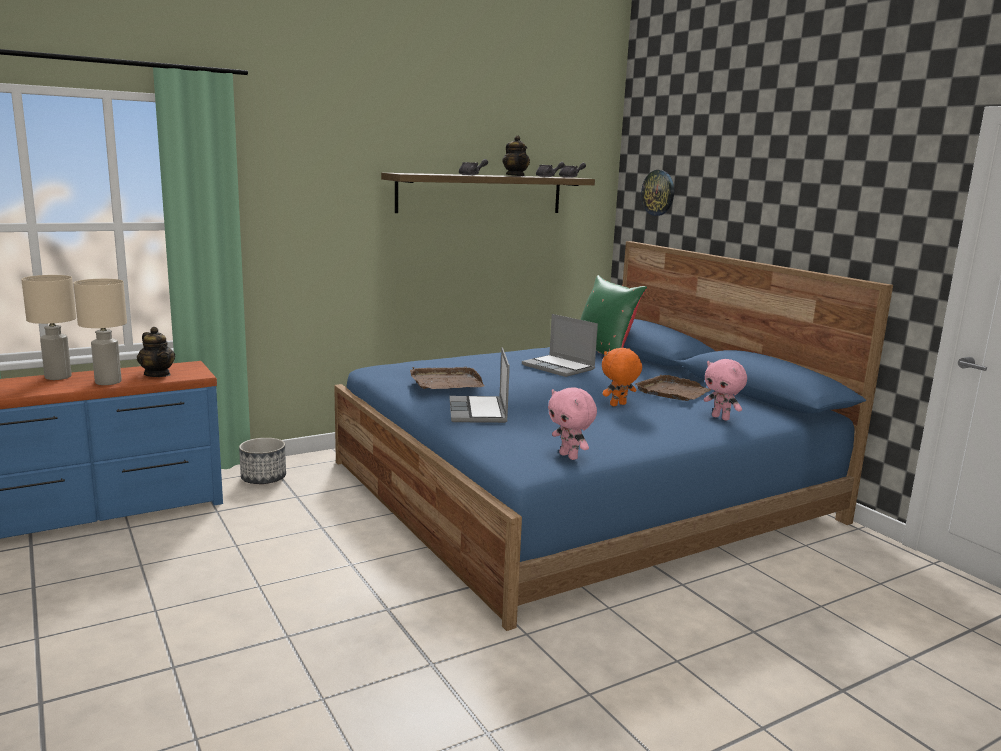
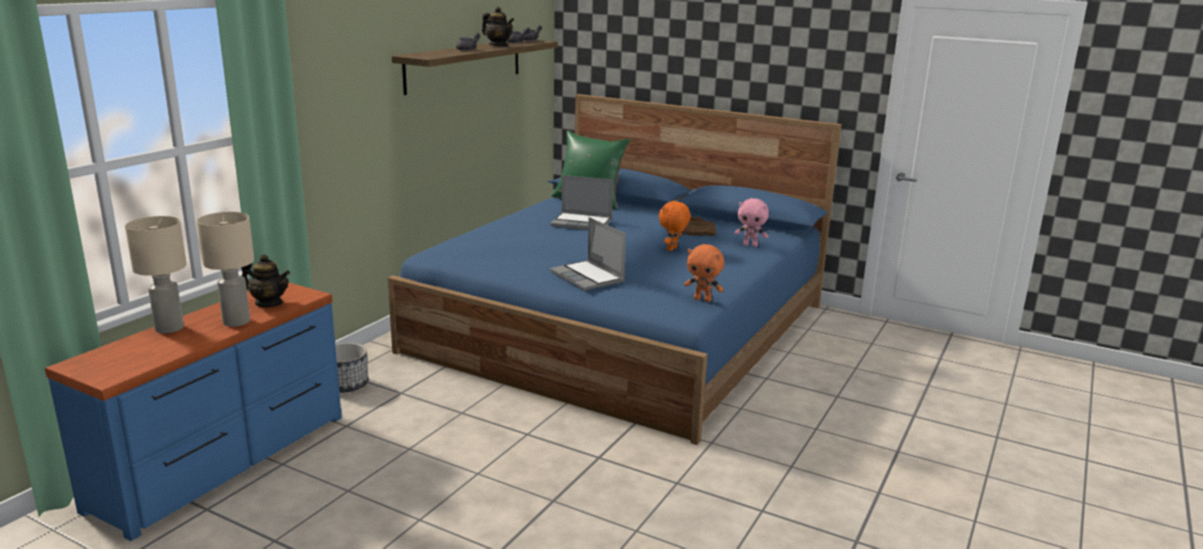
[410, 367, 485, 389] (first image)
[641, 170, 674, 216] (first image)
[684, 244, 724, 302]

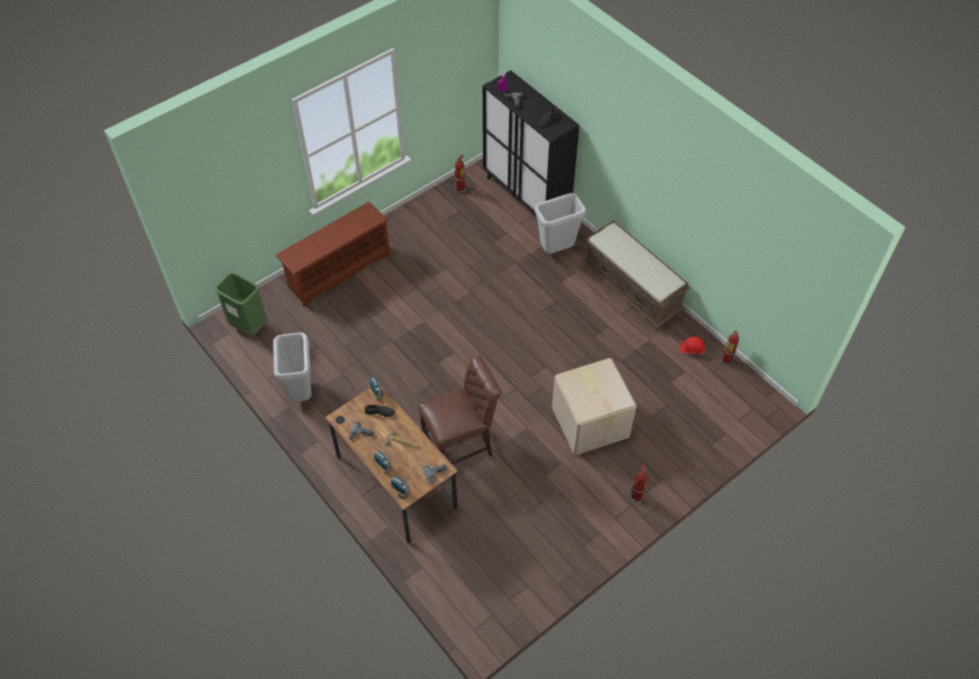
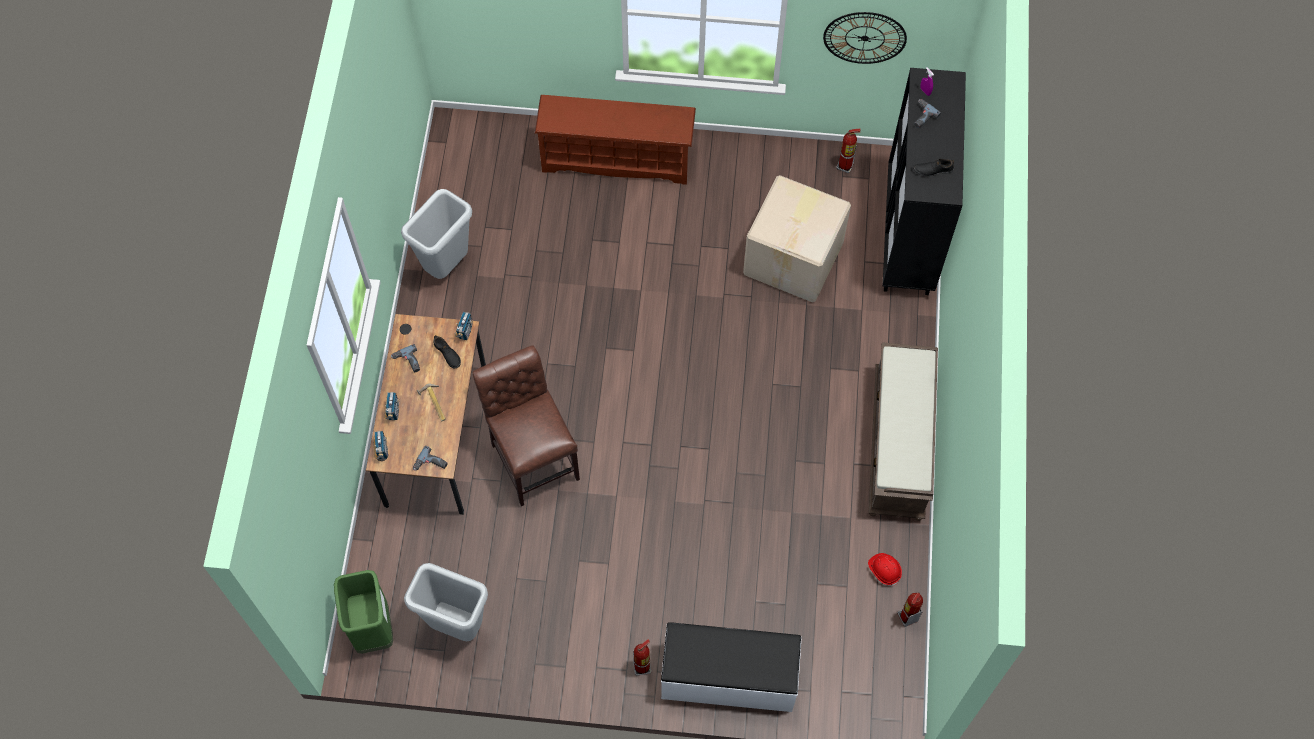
[661, 622, 802, 712]
[823, 12, 907, 64]
[334, 570, 393, 654]
[404, 563, 488, 641]
[743, 175, 851, 302]
[473, 345, 580, 506]

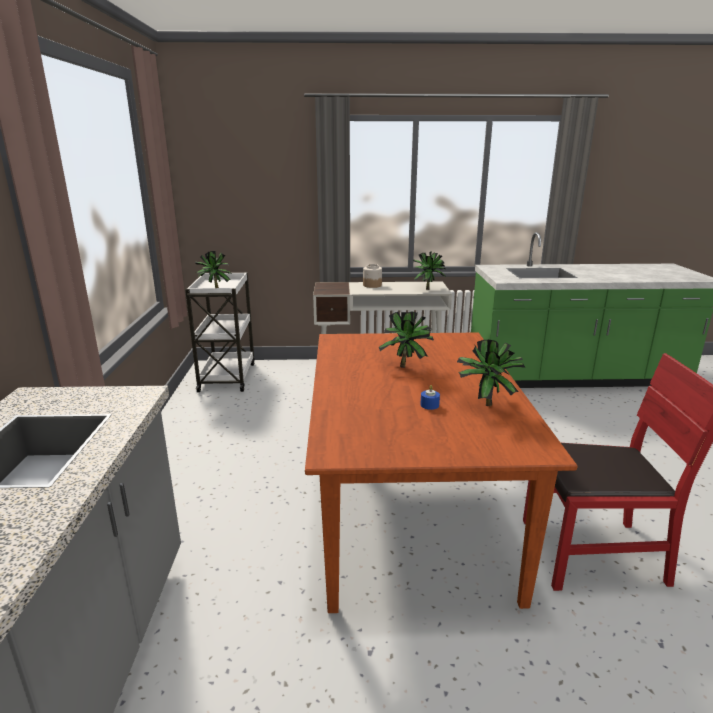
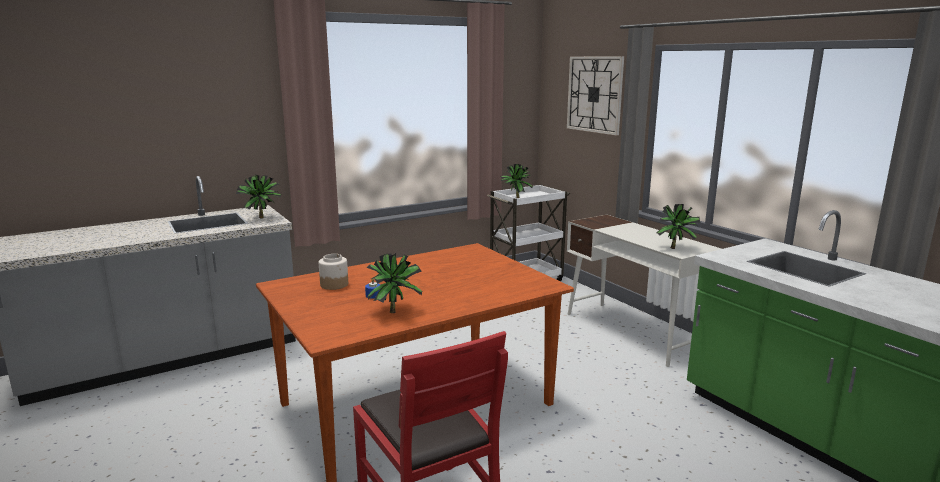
[567, 56, 624, 135]
[319, 254, 348, 290]
[236, 175, 281, 218]

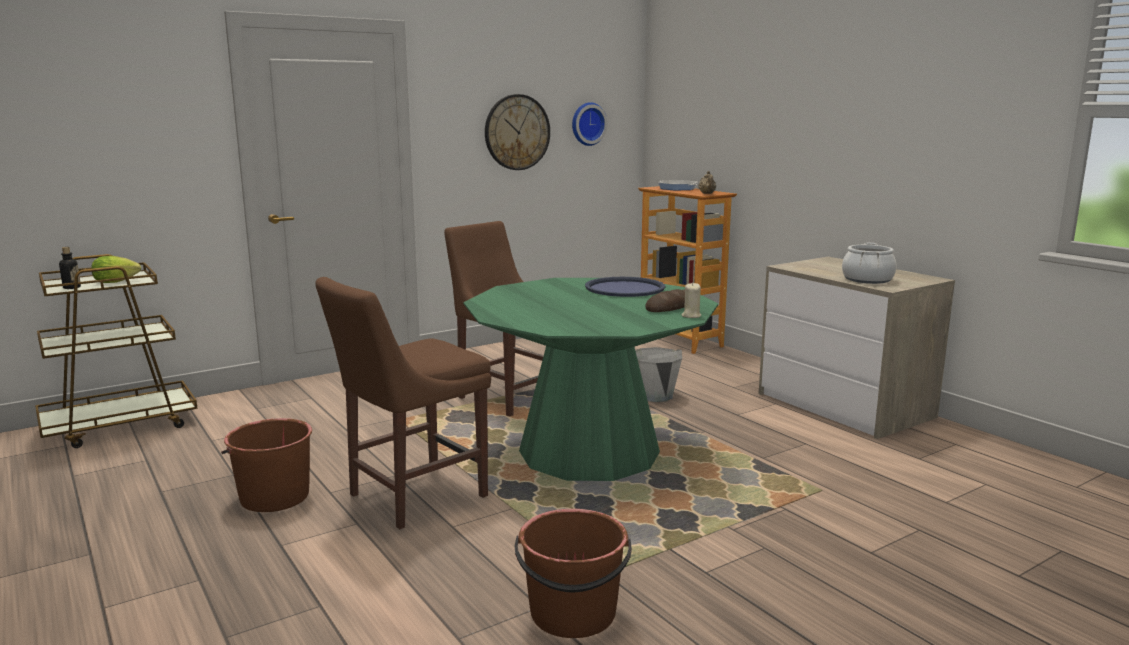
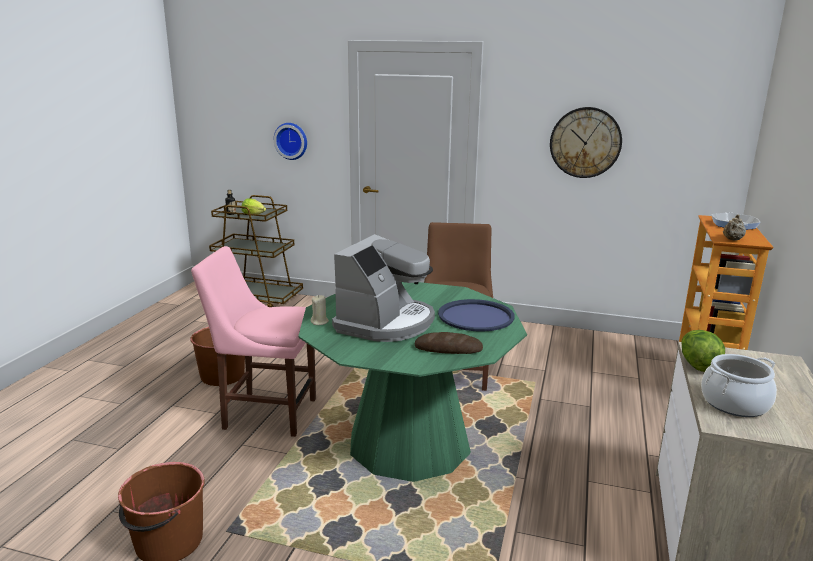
[635, 347, 682, 402] (first image)
[332, 234, 435, 342]
[681, 330, 725, 372]
[274, 123, 307, 160]
[311, 295, 329, 325]
[191, 246, 316, 437]

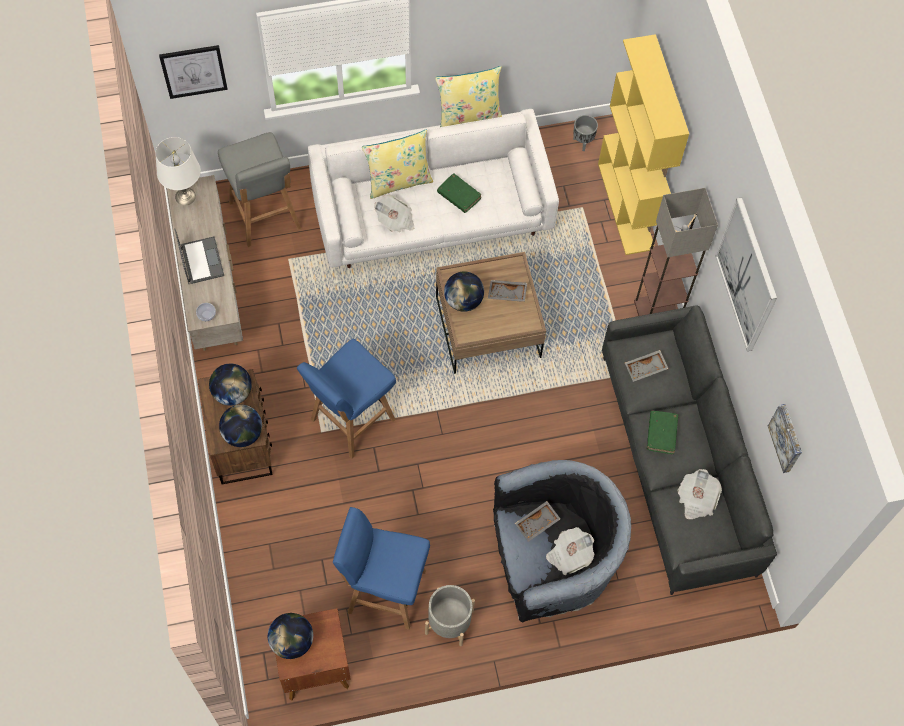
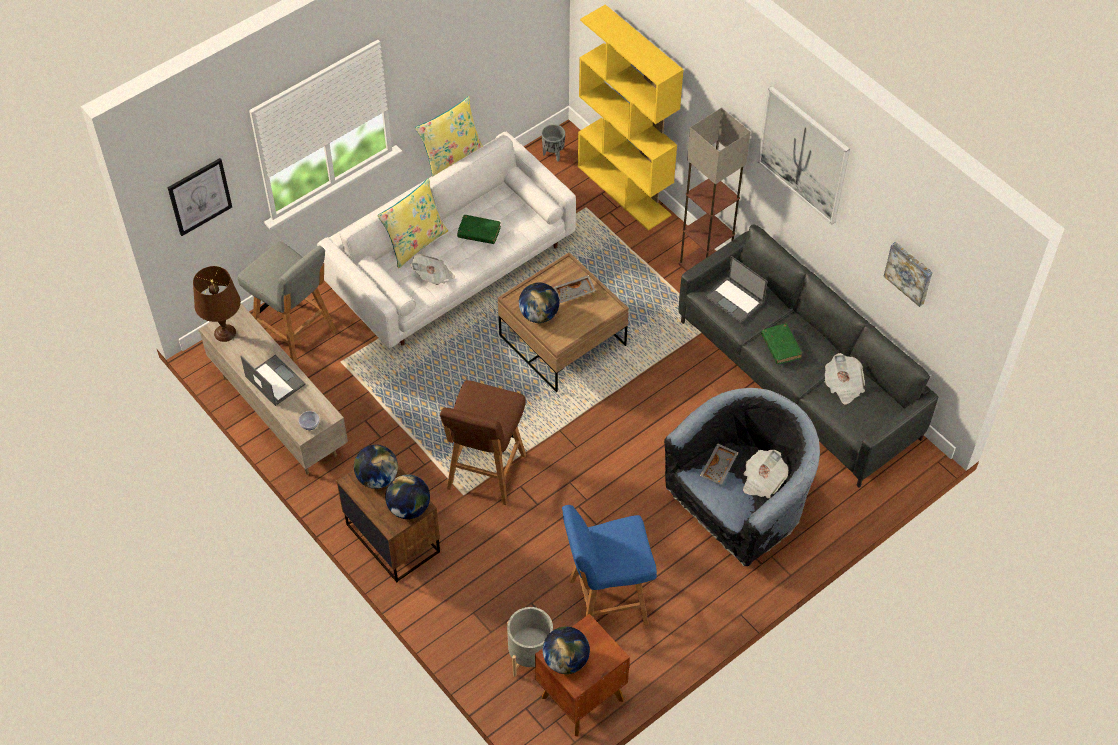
[507, 607, 553, 677]
[705, 256, 768, 324]
[193, 266, 241, 342]
[440, 380, 526, 505]

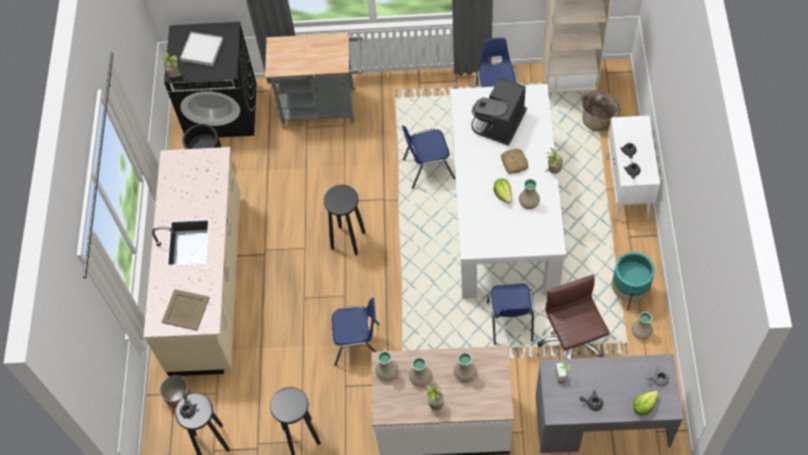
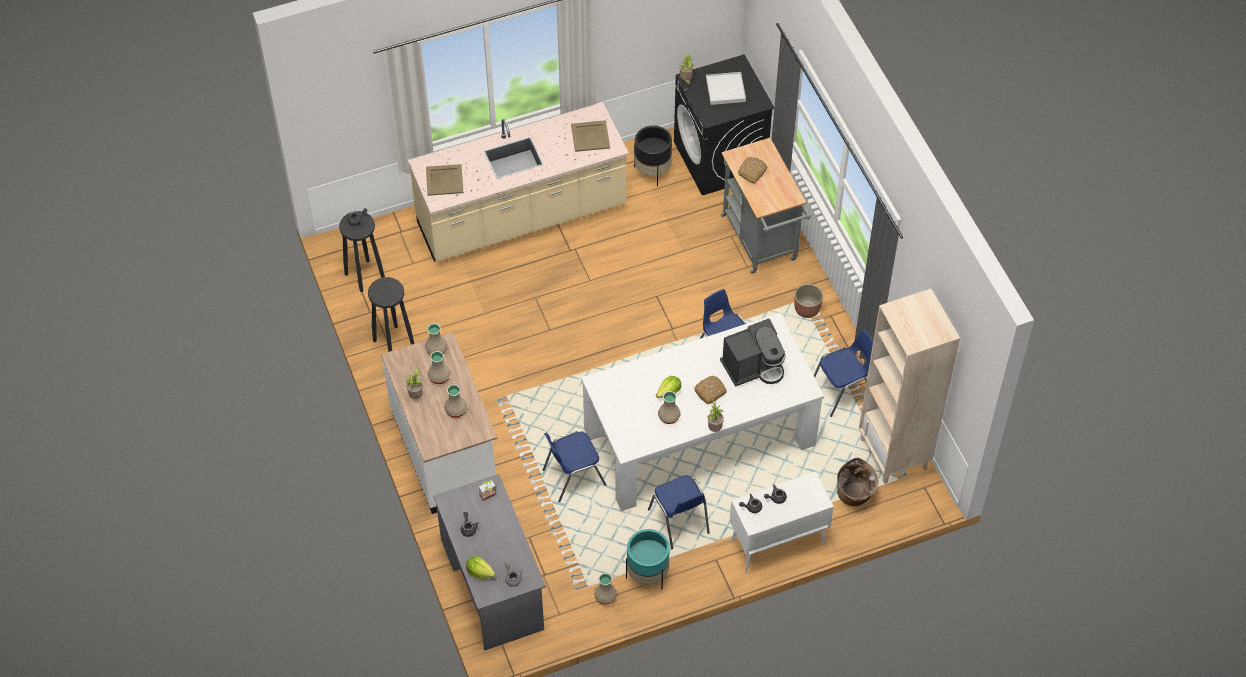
[324, 185, 366, 255] (first image)
[537, 275, 610, 359] (first image)
[571, 120, 610, 152]
[738, 157, 767, 183]
[794, 284, 823, 318]
[648, 475, 710, 549]
[720, 318, 786, 387]

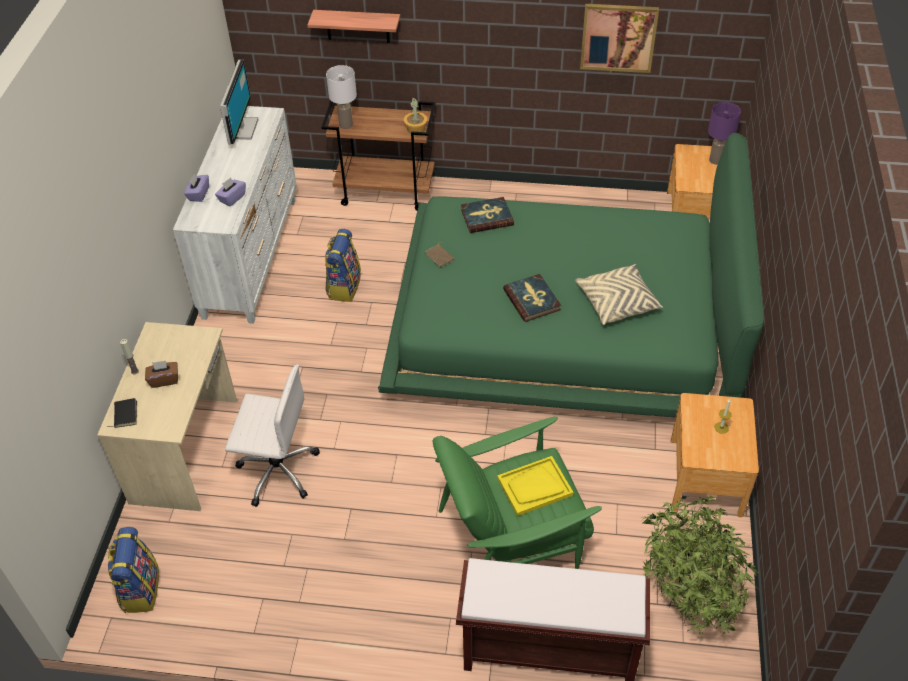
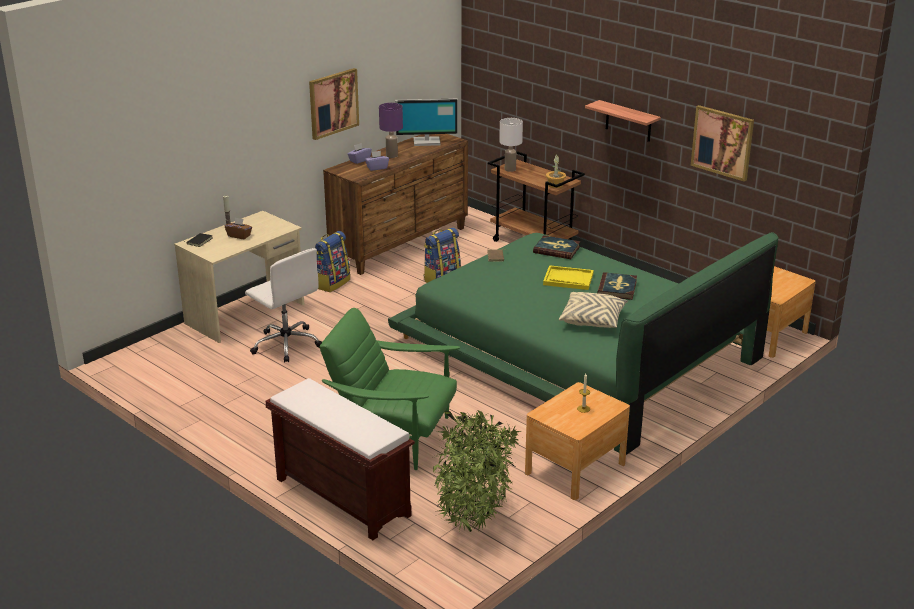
[309, 68, 359, 140]
[315, 231, 350, 292]
[585, 100, 661, 142]
[543, 265, 594, 290]
[597, 272, 637, 300]
[379, 103, 403, 158]
[323, 134, 468, 275]
[395, 99, 458, 146]

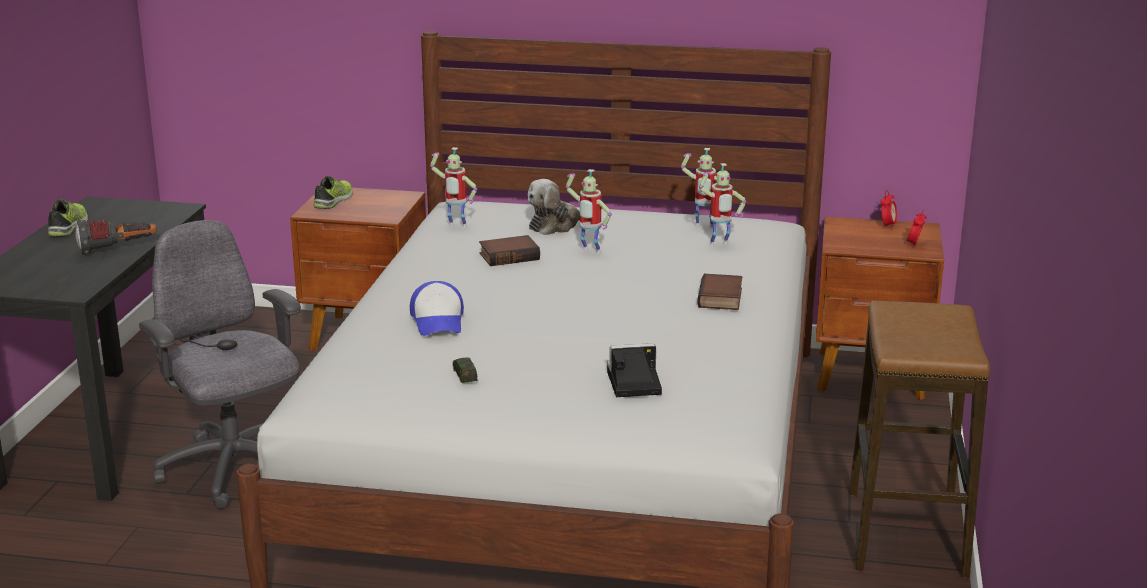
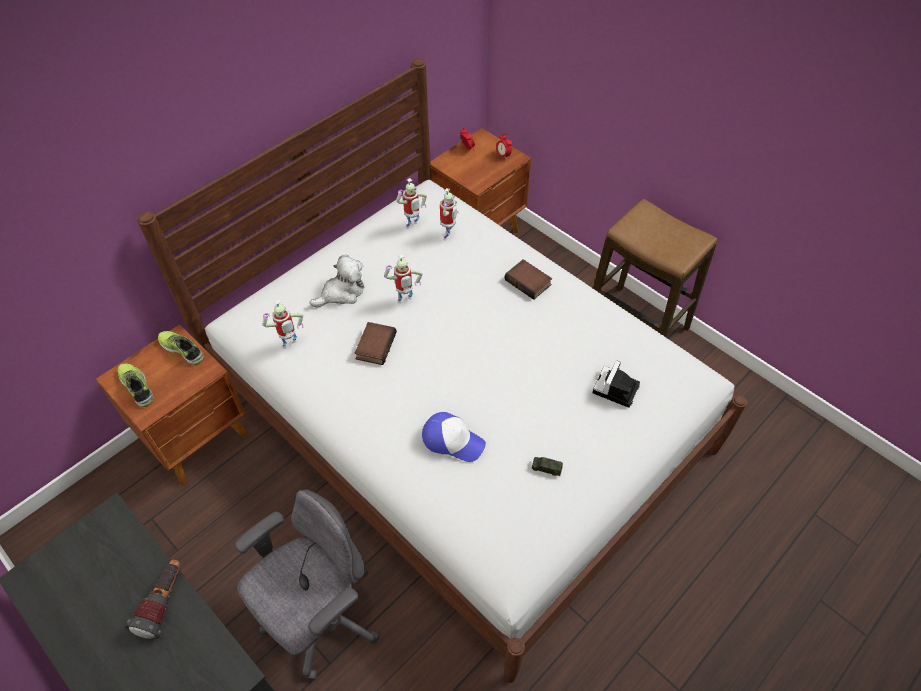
[158, 331, 204, 365]
[235, 489, 380, 680]
[310, 255, 364, 308]

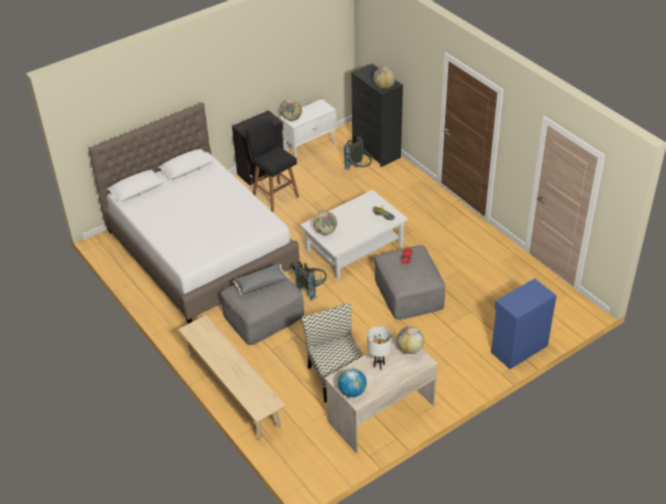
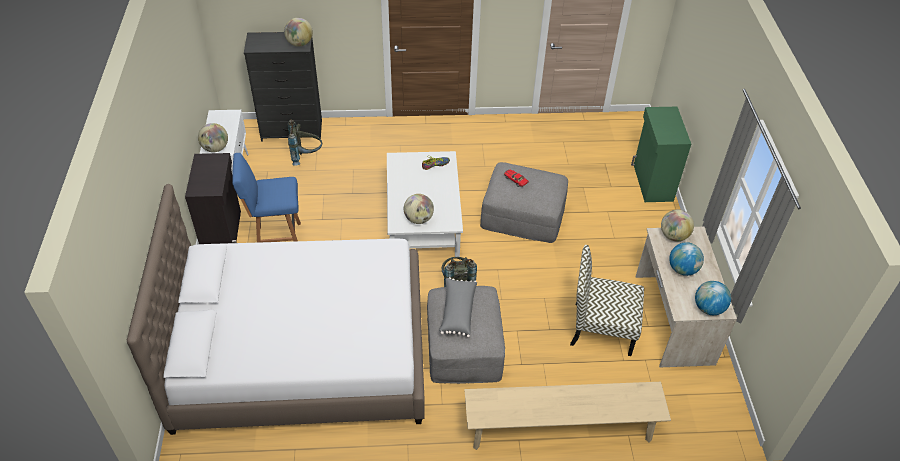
[669, 242, 704, 276]
[232, 153, 301, 243]
[631, 107, 691, 202]

